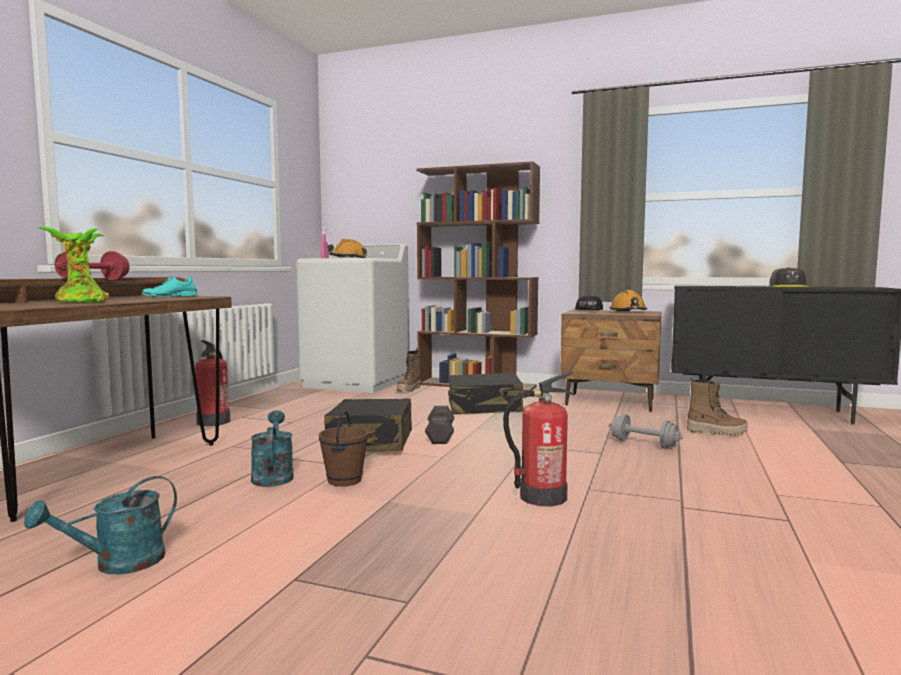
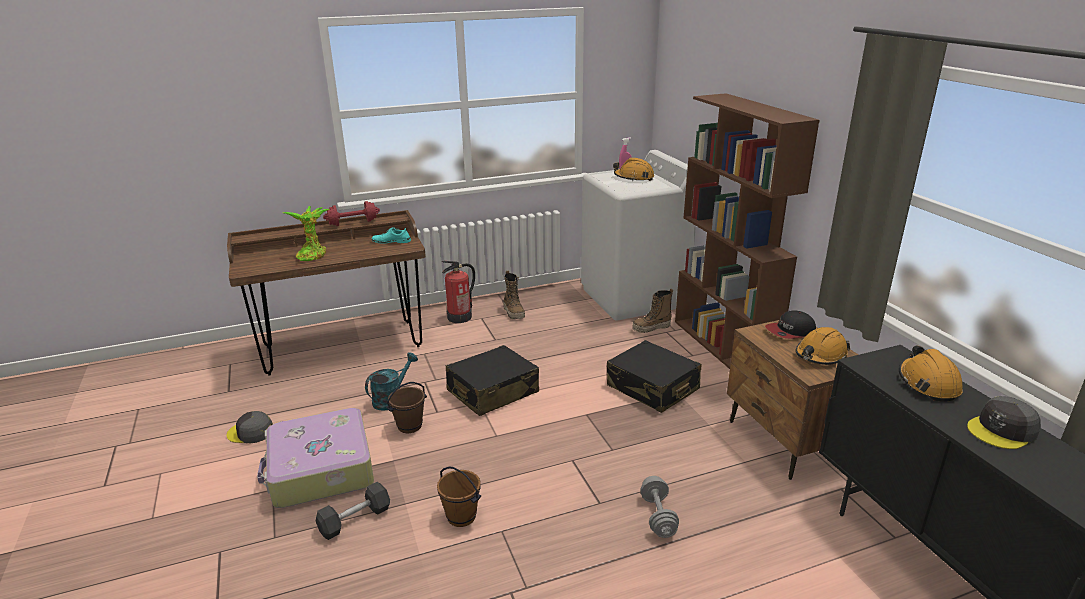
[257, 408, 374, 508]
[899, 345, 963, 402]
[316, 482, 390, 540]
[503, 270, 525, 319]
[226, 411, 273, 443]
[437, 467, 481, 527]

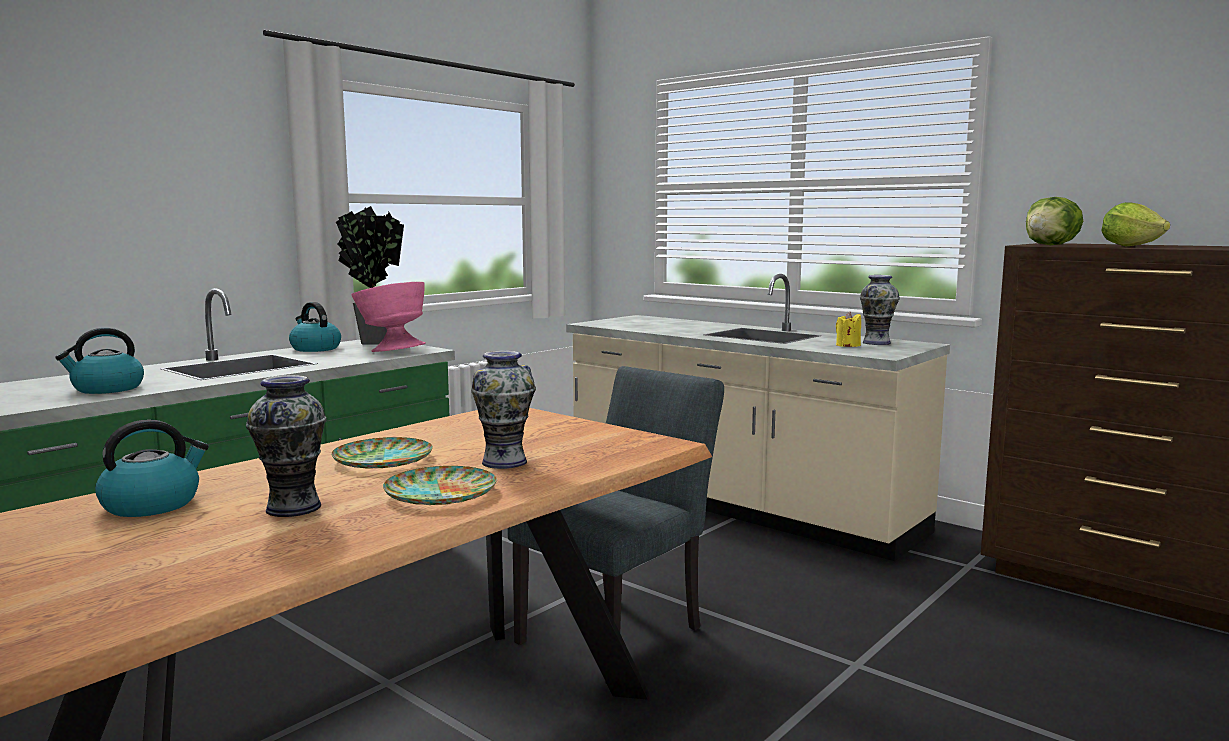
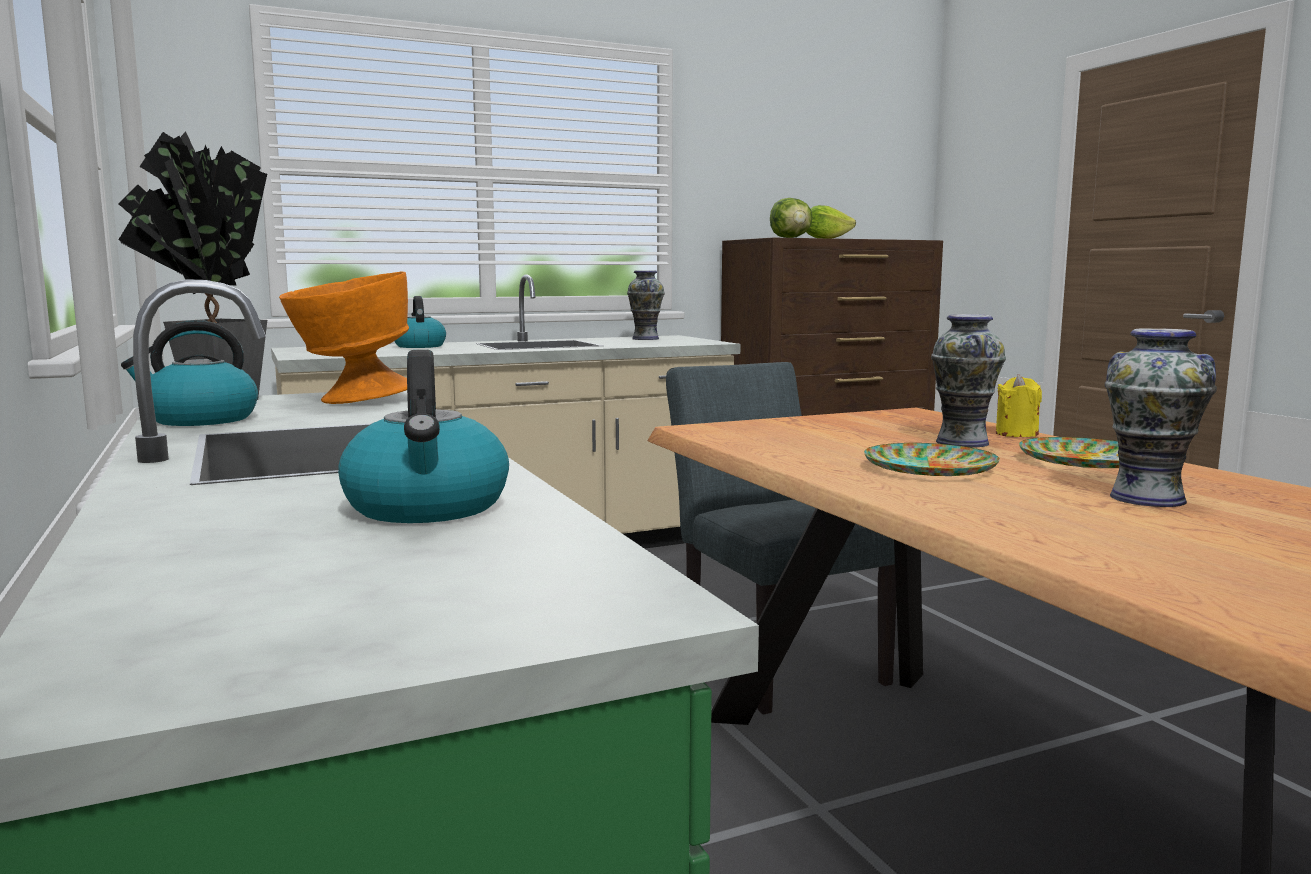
[394, 296, 446, 348]
[996, 374, 1042, 437]
[279, 271, 409, 404]

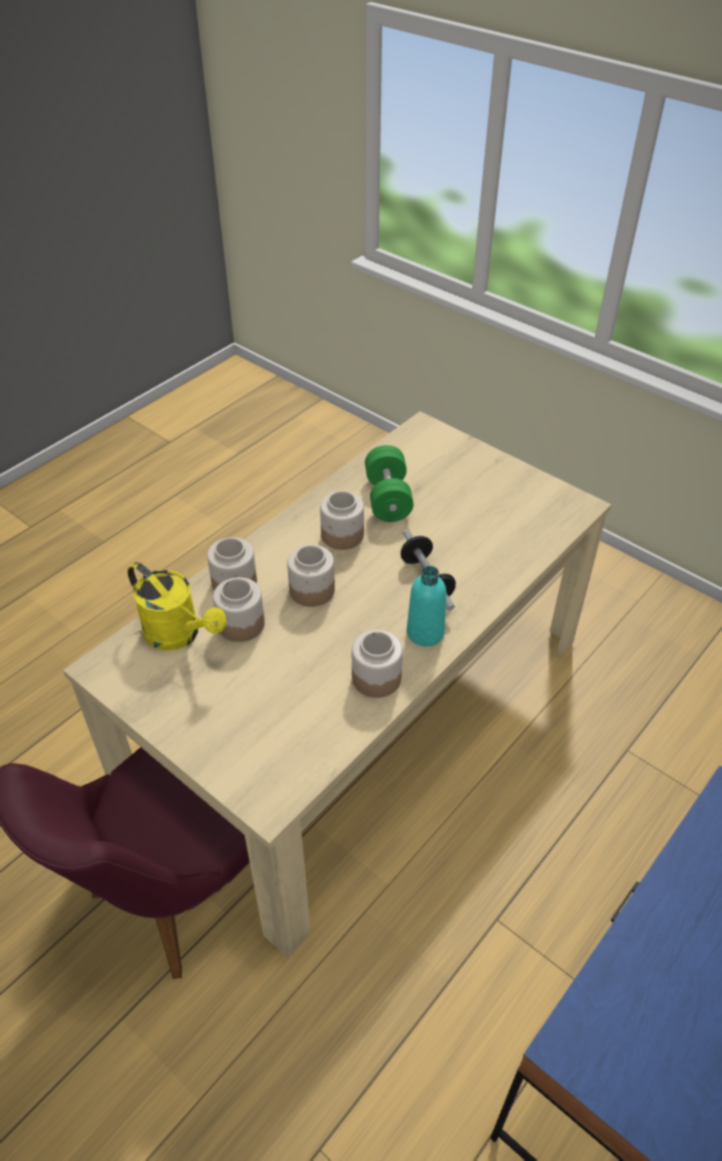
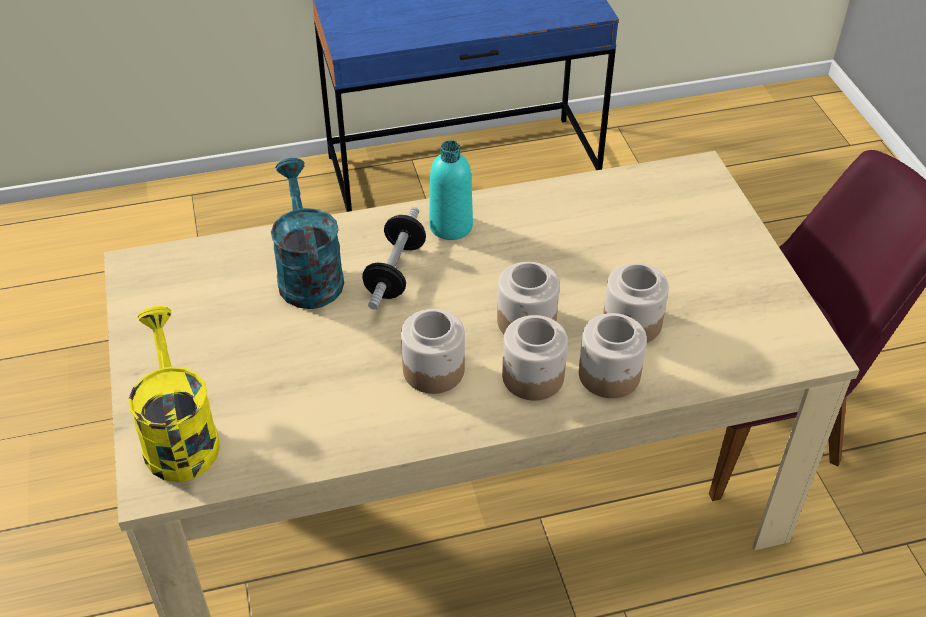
[365, 445, 414, 522] (first image)
[271, 158, 344, 309]
[128, 306, 220, 482]
[502, 315, 568, 400]

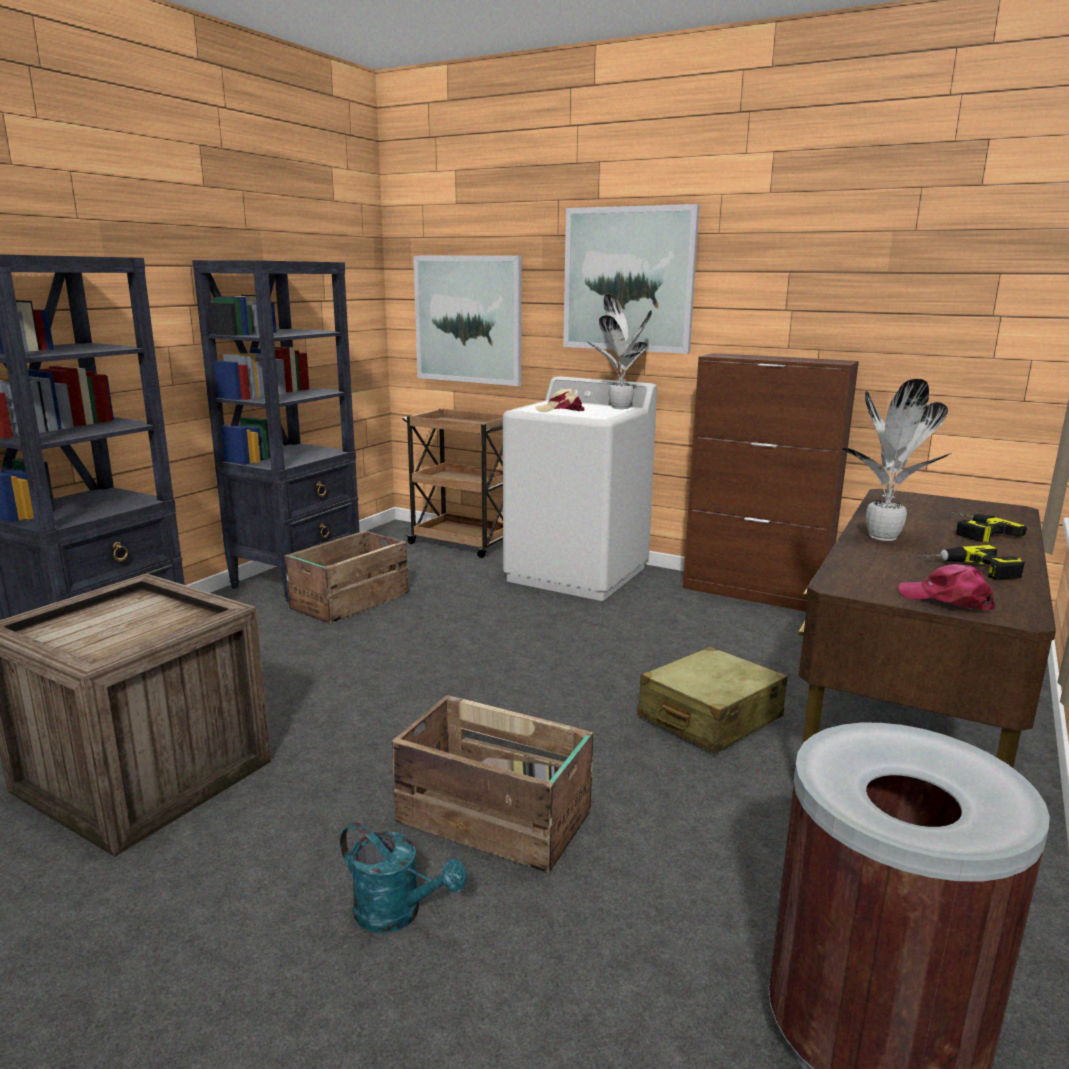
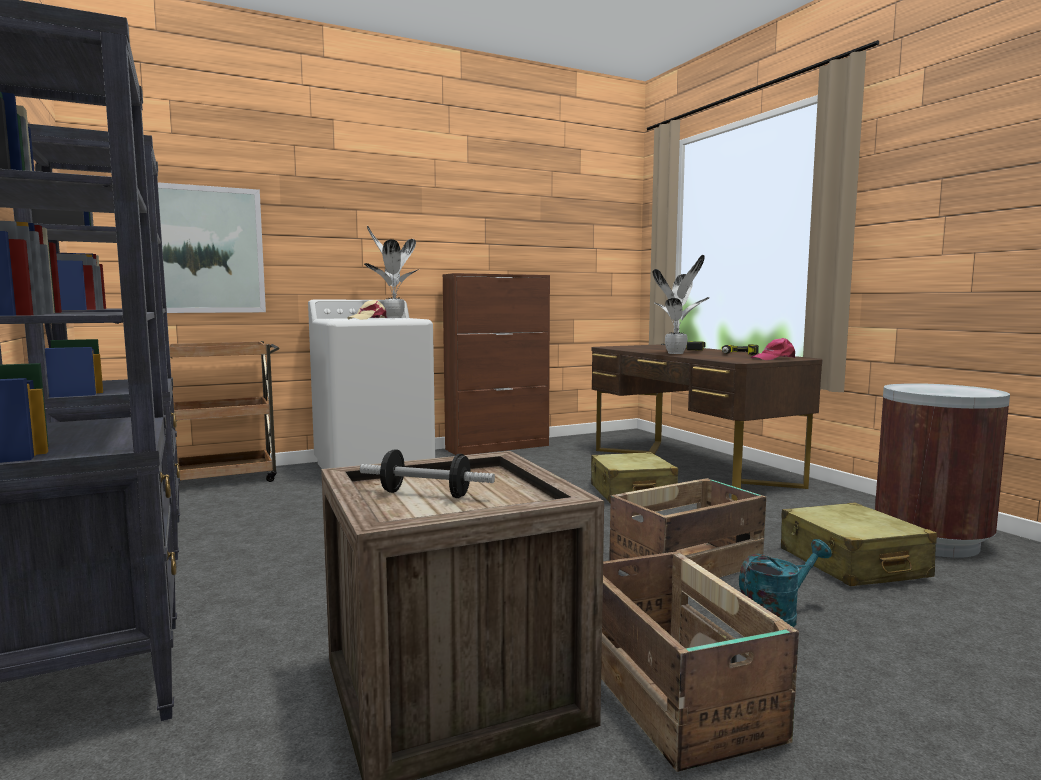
[563, 204, 700, 354] (first image)
[360, 449, 495, 498]
[781, 502, 937, 586]
[601, 551, 799, 772]

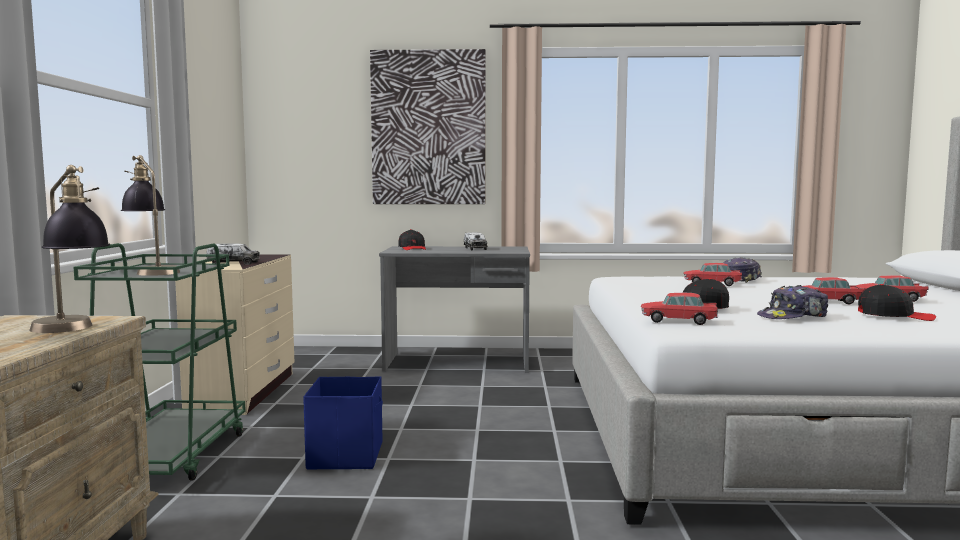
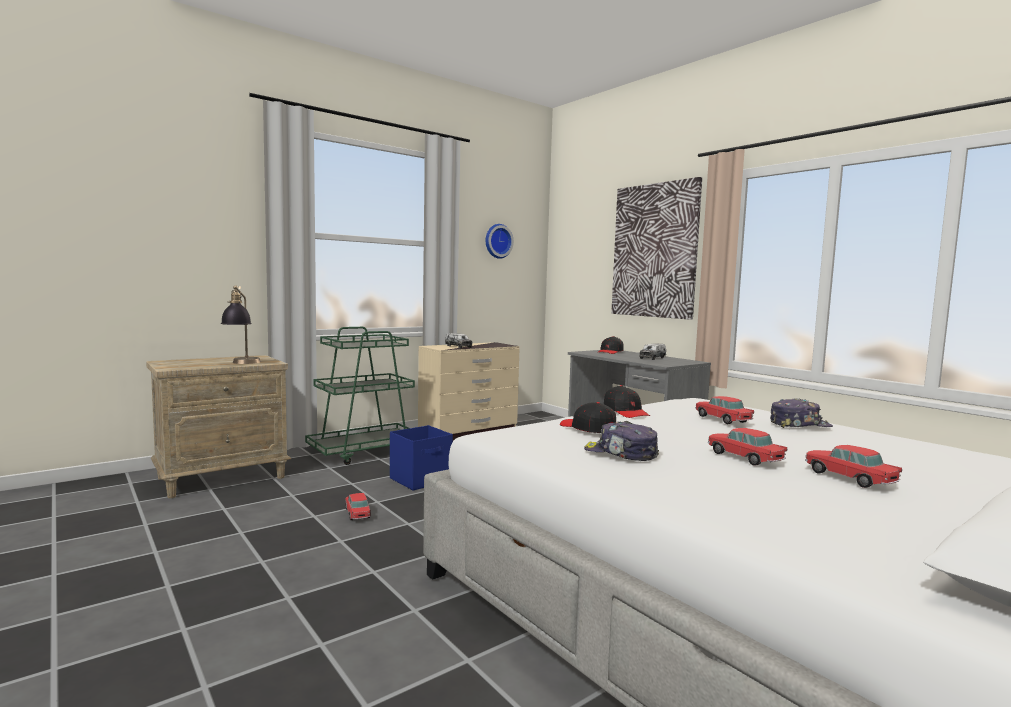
[121, 155, 180, 276] (first image)
[486, 224, 514, 259]
[345, 493, 371, 520]
[604, 385, 650, 418]

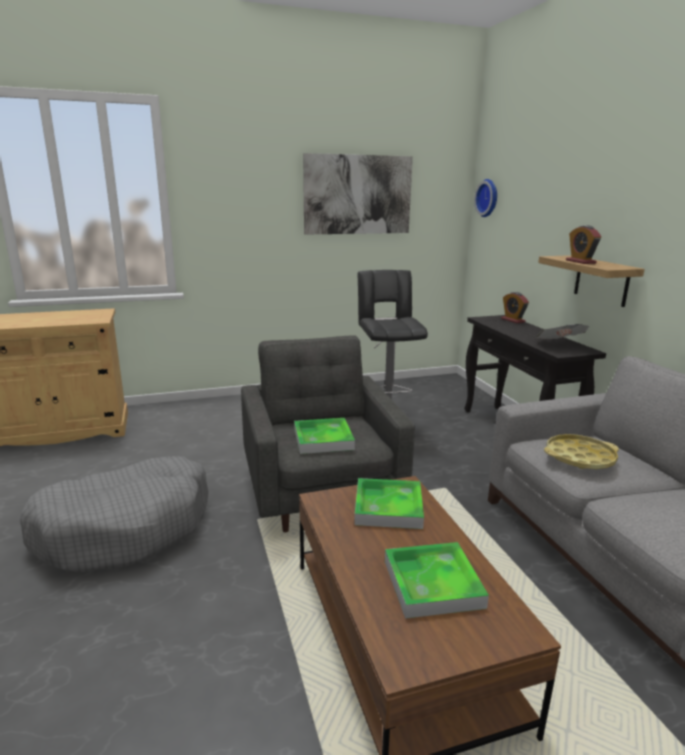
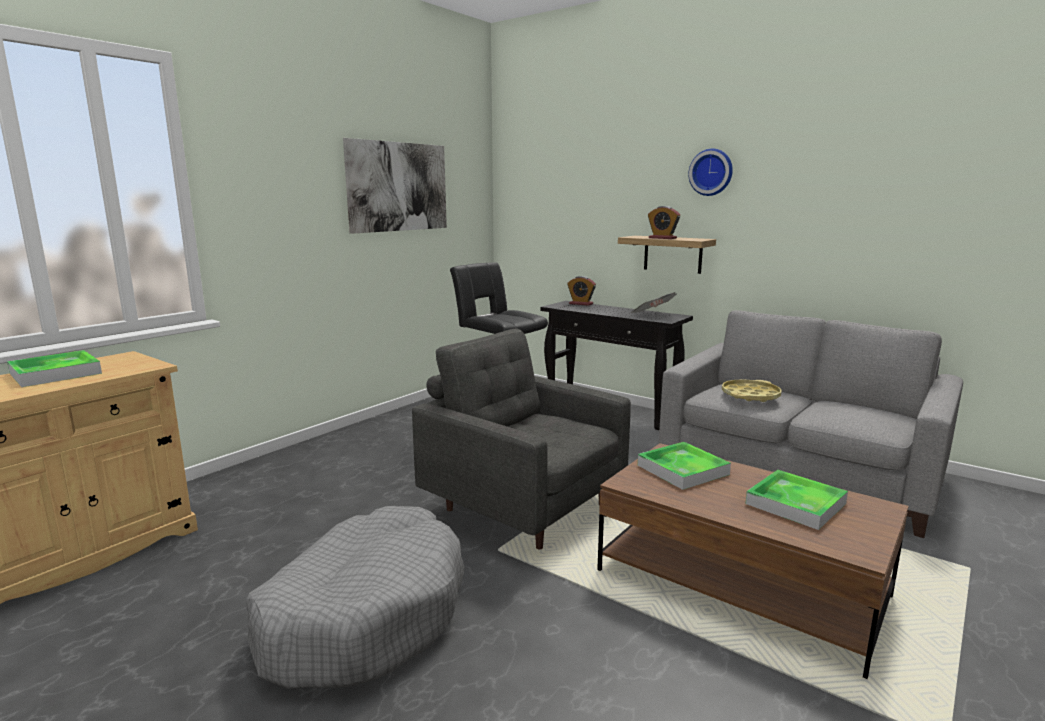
[7, 350, 102, 387]
[688, 149, 733, 196]

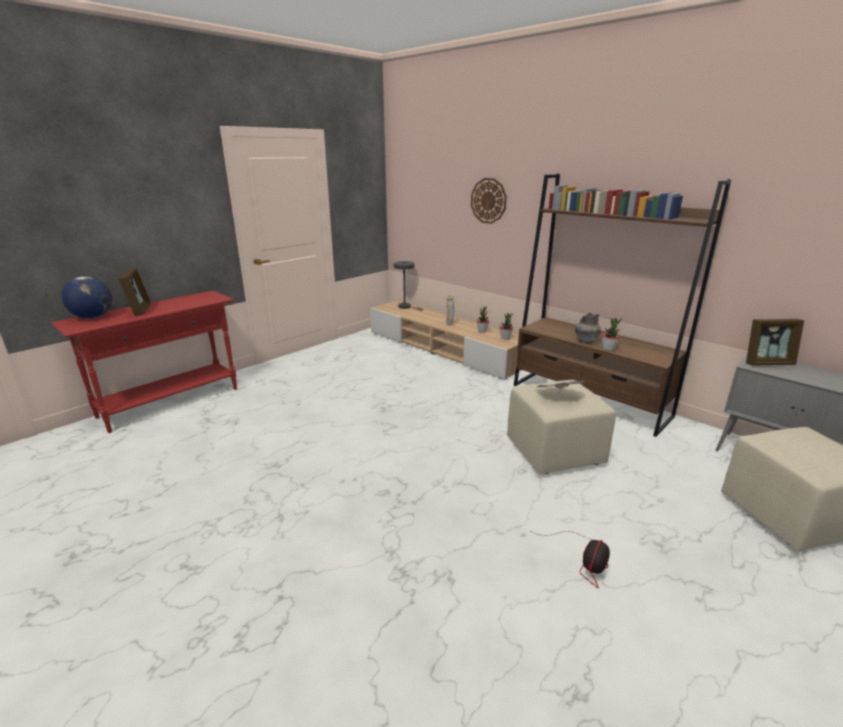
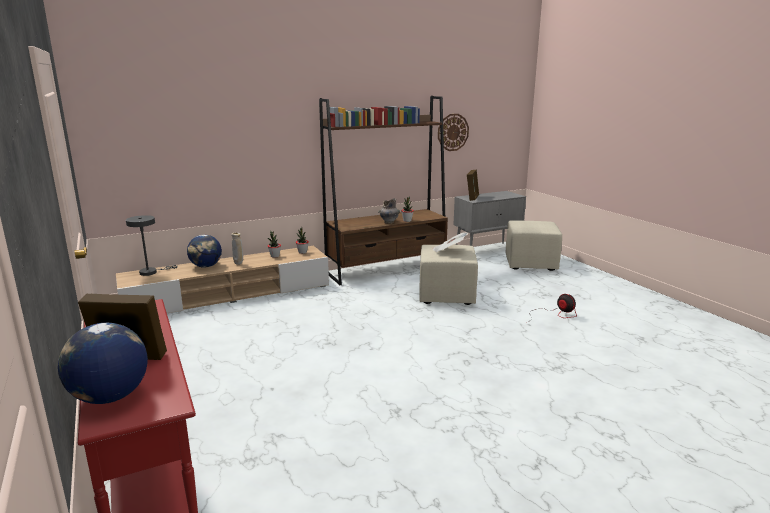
[187, 235, 222, 268]
[438, 114, 469, 151]

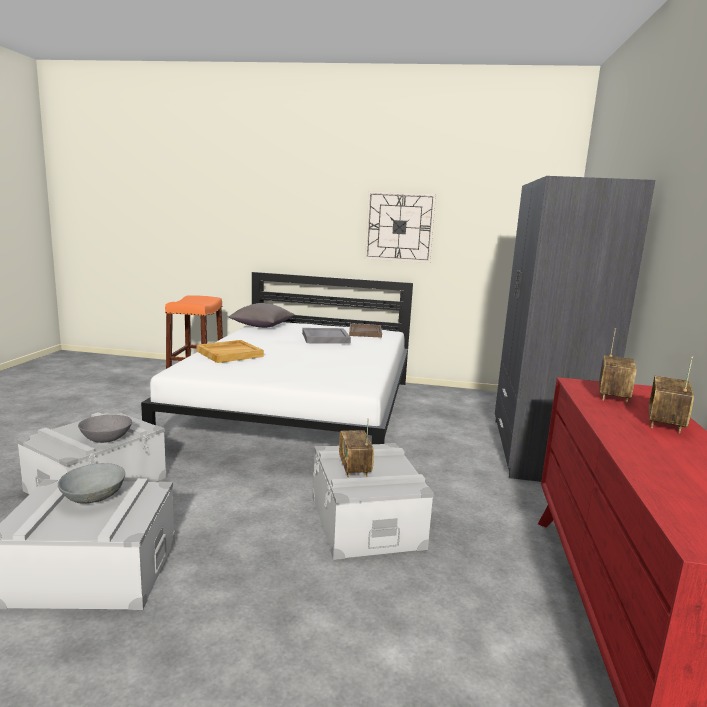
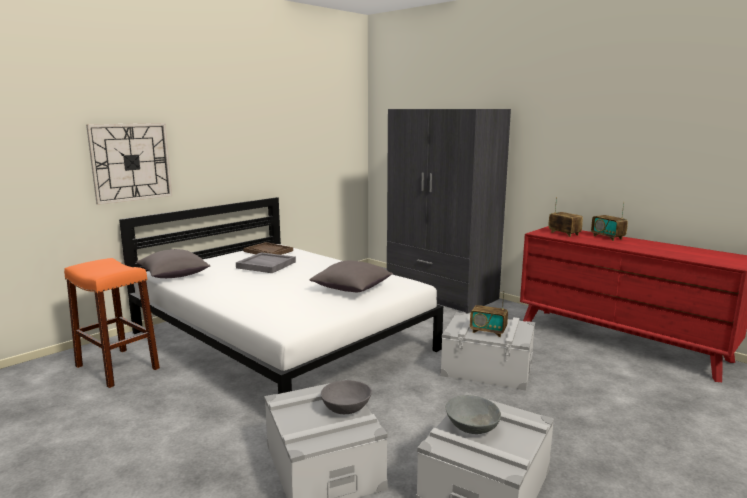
[196, 340, 264, 363] (first image)
[310, 261, 393, 292]
[86, 123, 172, 205]

